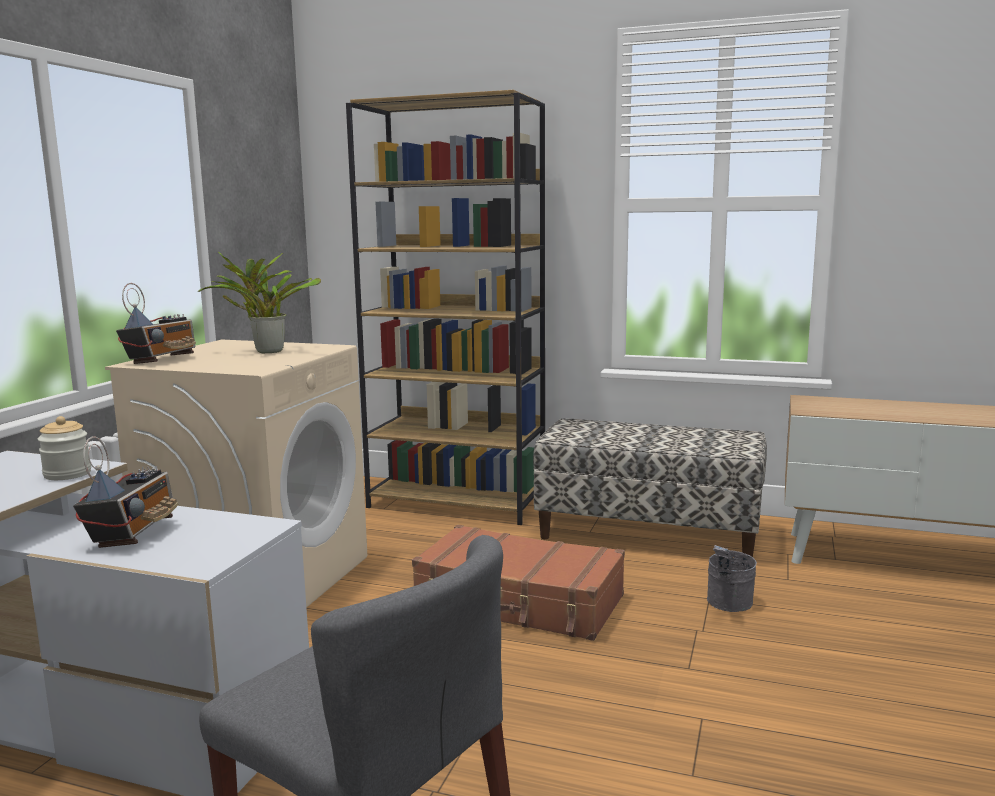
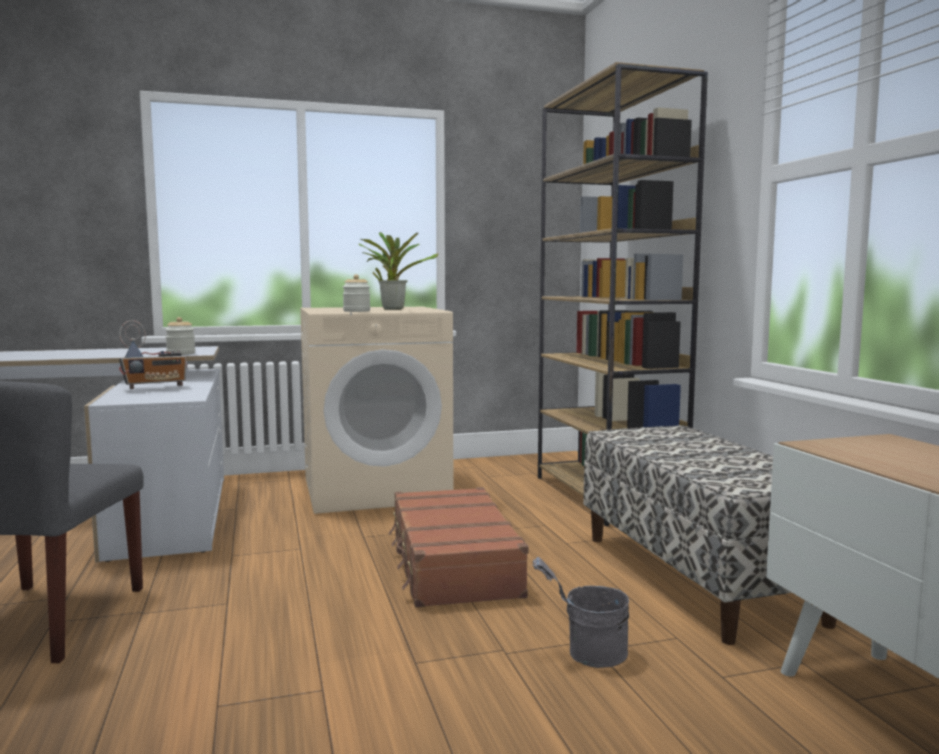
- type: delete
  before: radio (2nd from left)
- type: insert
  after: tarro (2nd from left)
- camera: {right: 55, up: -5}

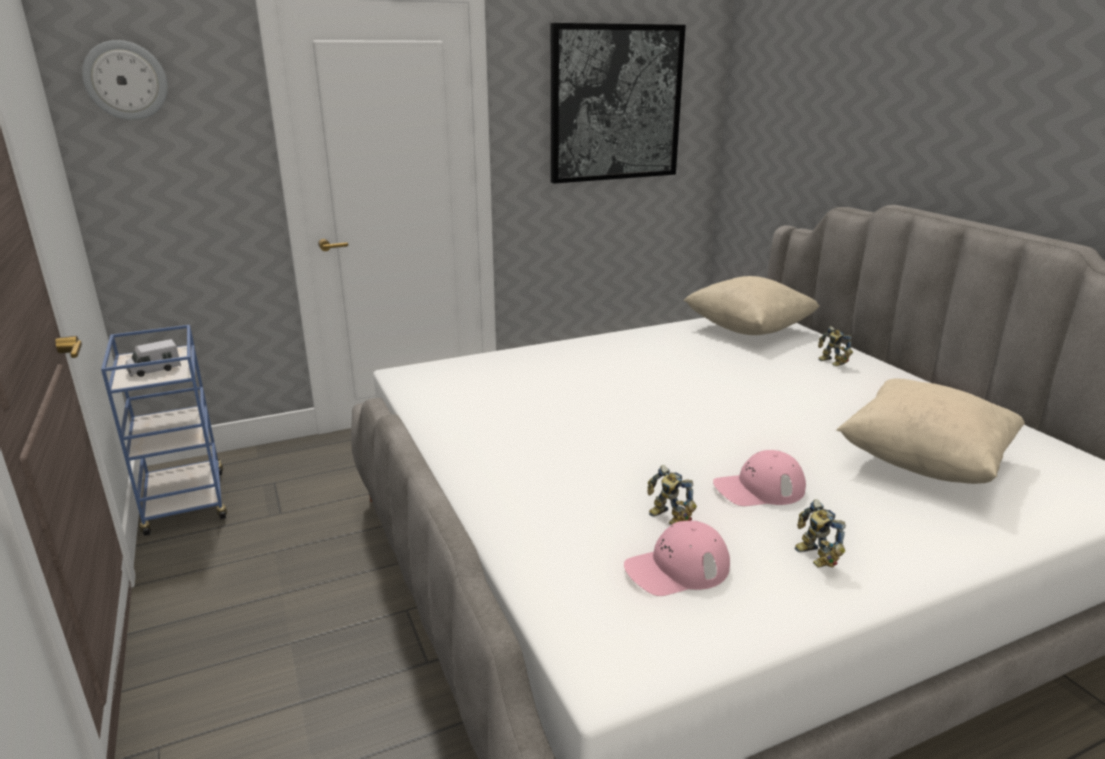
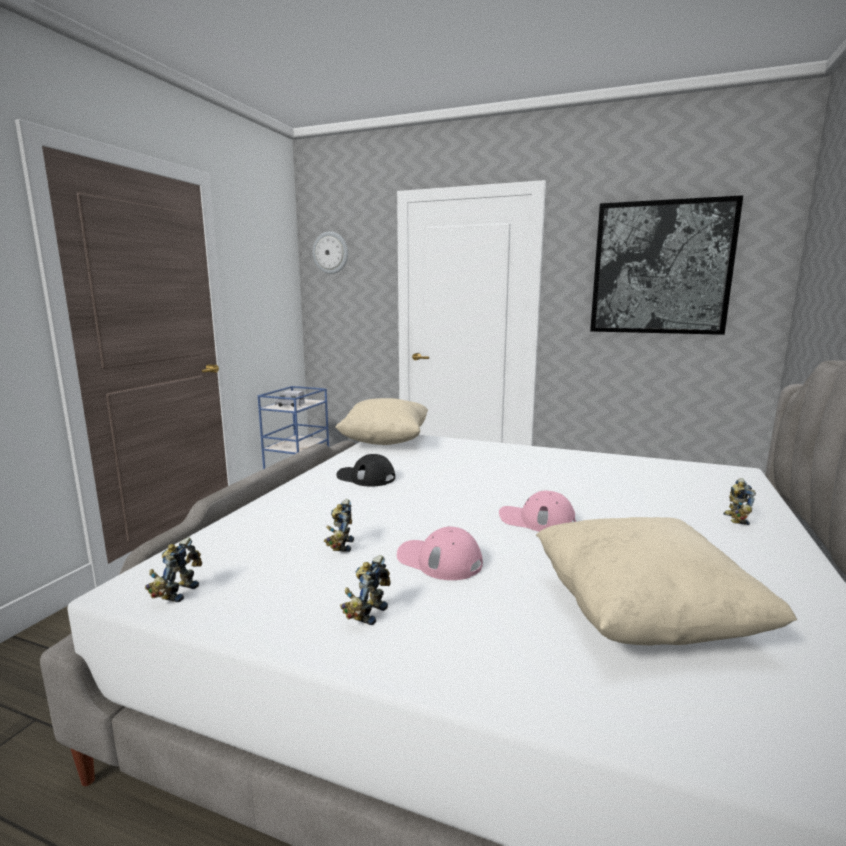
- type: move
  before: cojín/beis (1st from left)
- type: move
  before: gorra/rosa (1st from left in the first image)
  after: gorra/rosa (2nd from left)
- type: insert
  after: gorra/negro
- type: insert
  after: robot de juguete (1st from left)
- camera: {right: 45, up: -10}

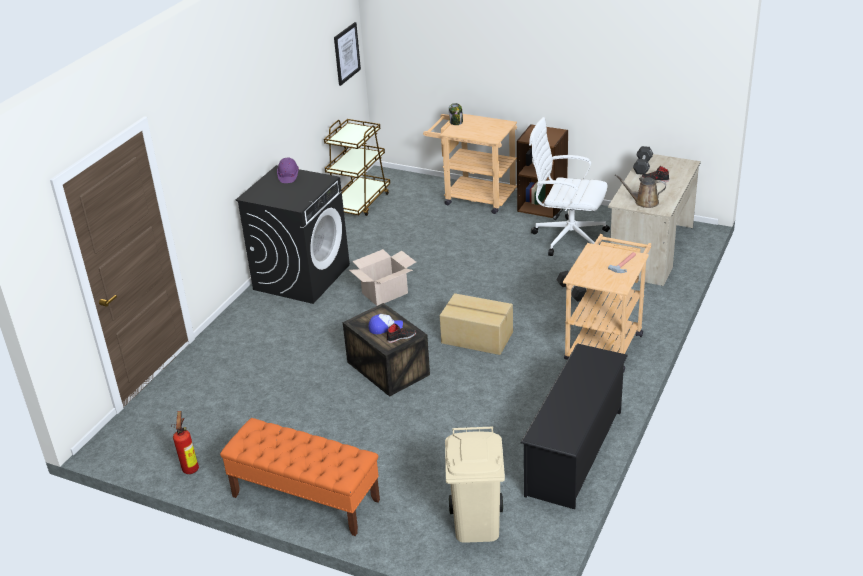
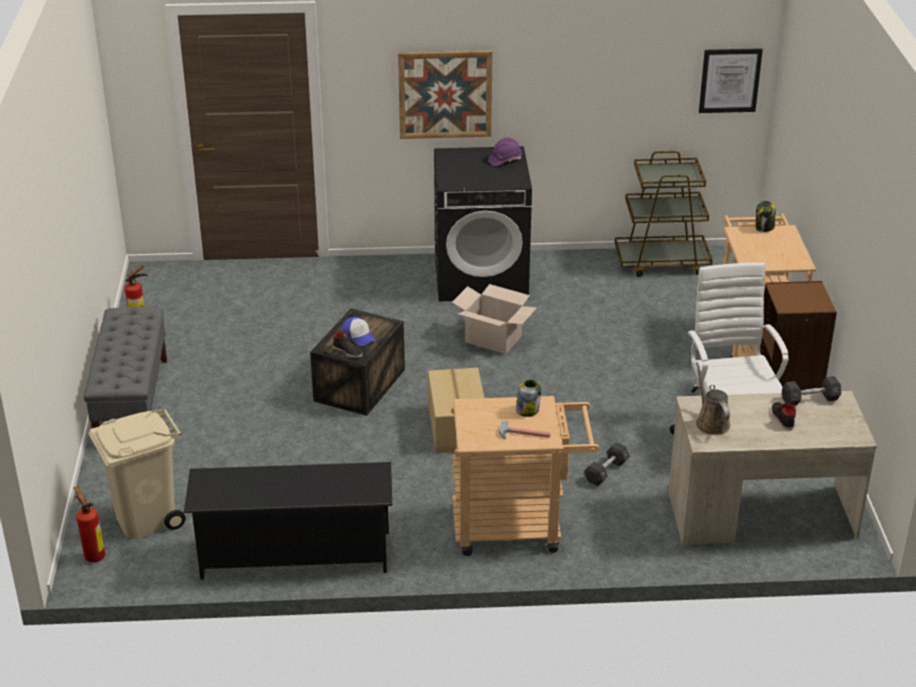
- type: recolor
  before: banco/naranja
  after: banco/gris
- type: insert
  after: cuadro (1st from left)
- type: insert
  after: tarro (1st from left)
- type: insert
  after: extintor (1st from left)
- camera: {right: 60, up: 0}

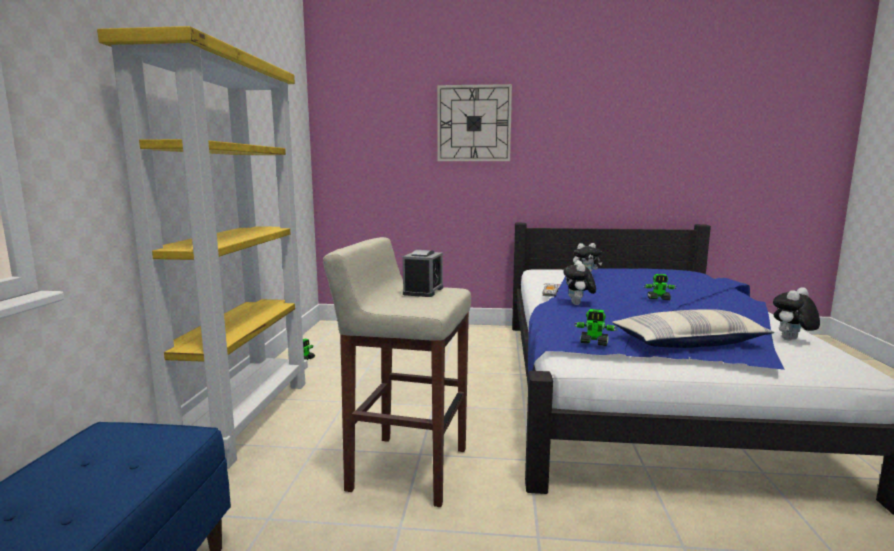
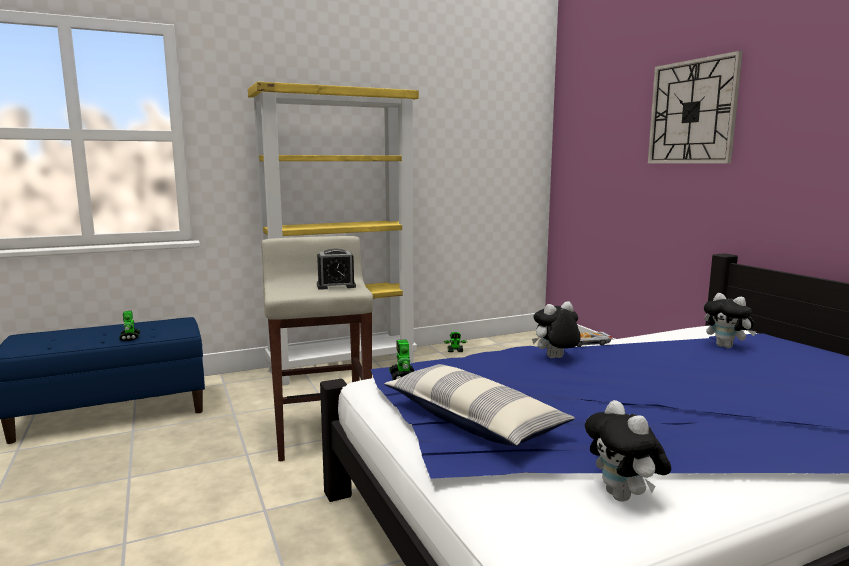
- type: move
  before: robot de juguete (3rd from left in the first image)
  after: robot de juguete (1st from left)
- type: rotate
  before: peluche (3rd from left in the first image)
  turn: -135
- camera: {right: 60, up: 0}

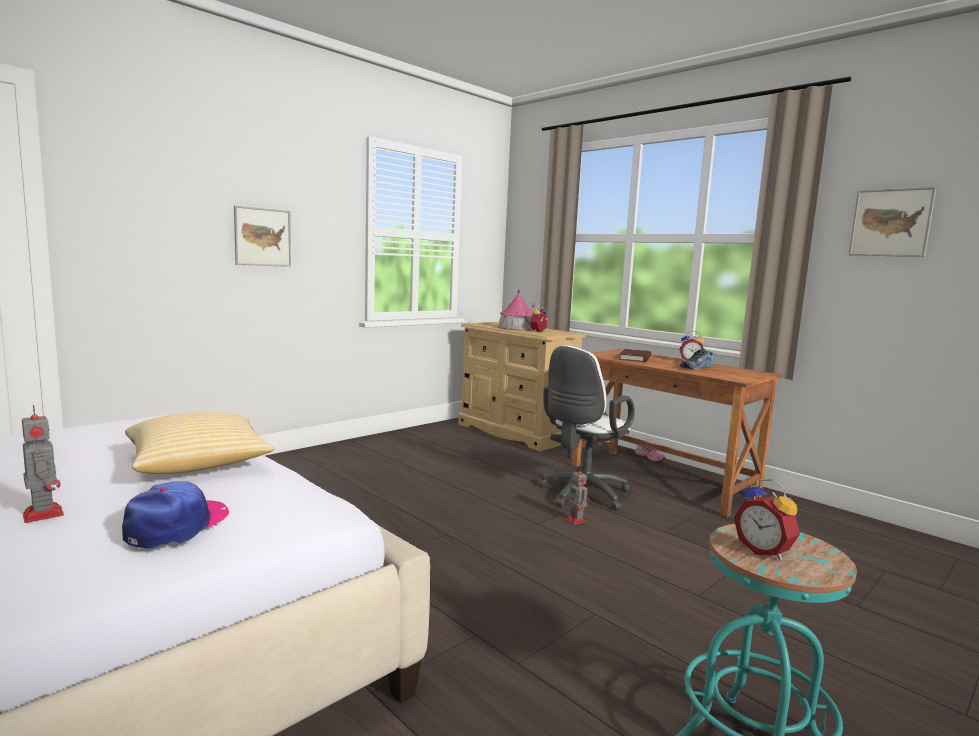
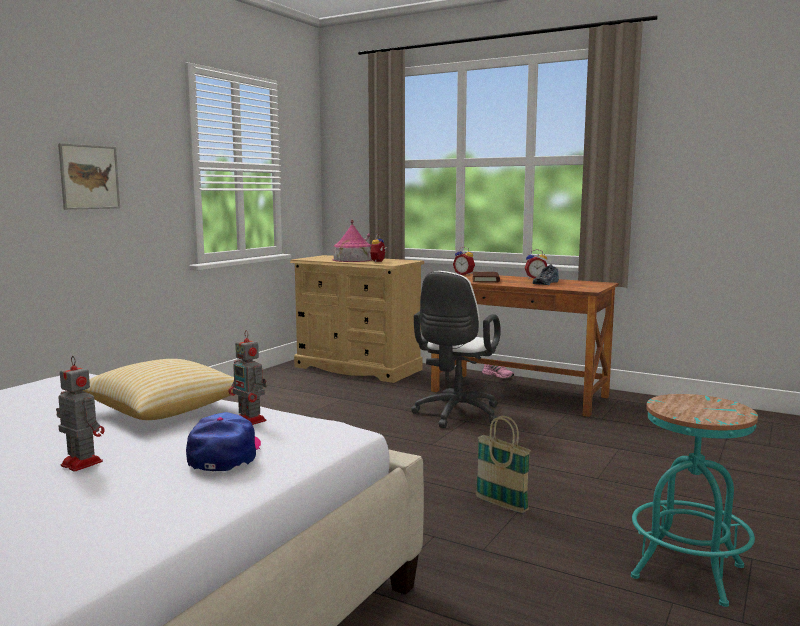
- type: delete
  before: cuadro (2nd from left)
- type: move
  before: robot de juguete (2nd from left)
- type: move
  before: despertador (3rd from left in the first image)
  after: despertador (2nd from left)
- type: insert
  after: cesta
- camera: {right: -15, up: 0}

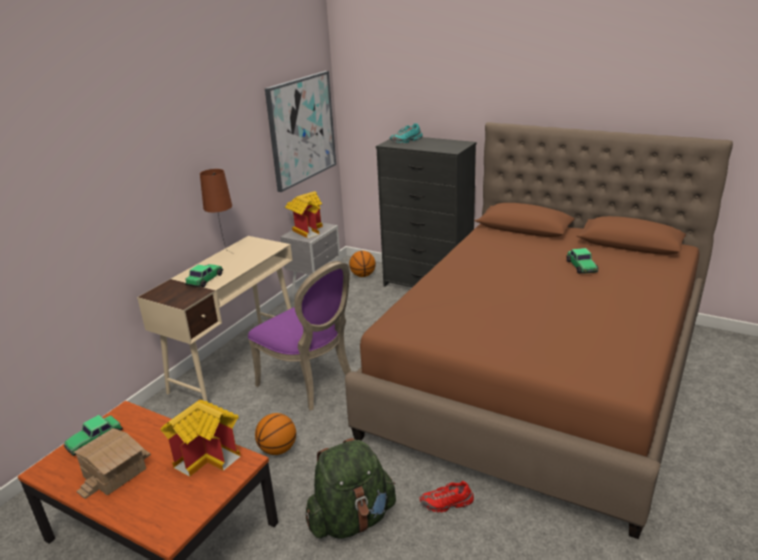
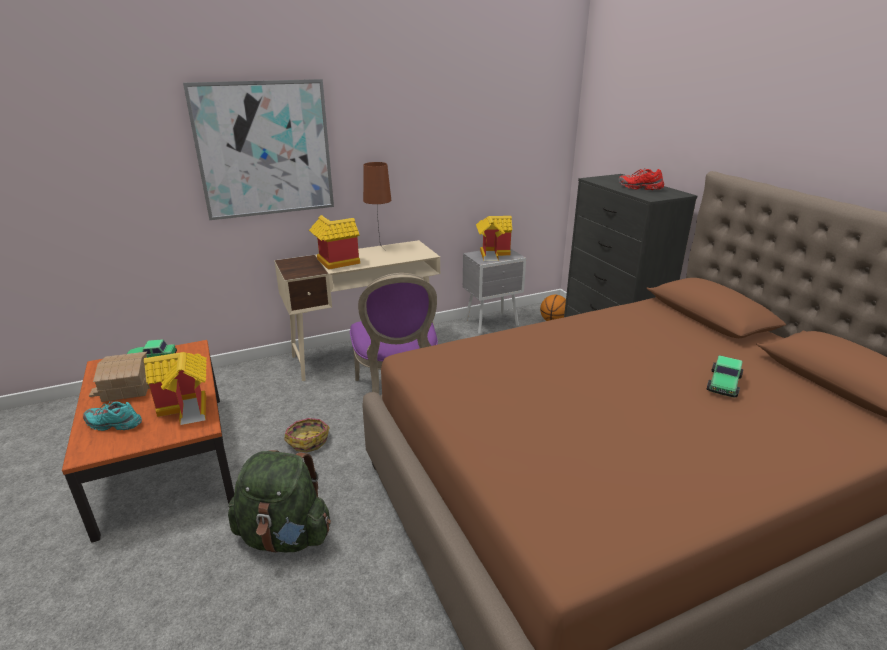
- type: move
  before: cuadro
- type: move
  before: zapato/turquesa
- type: replace
  before: coche de juguete (2nd from left)
  after: casita (3rd from left)
- type: replace
  before: balón de baloncesto (1st from left)
  after: cesta
- type: move
  before: zapato/rojo
- camera: {right: 35, up: 0}

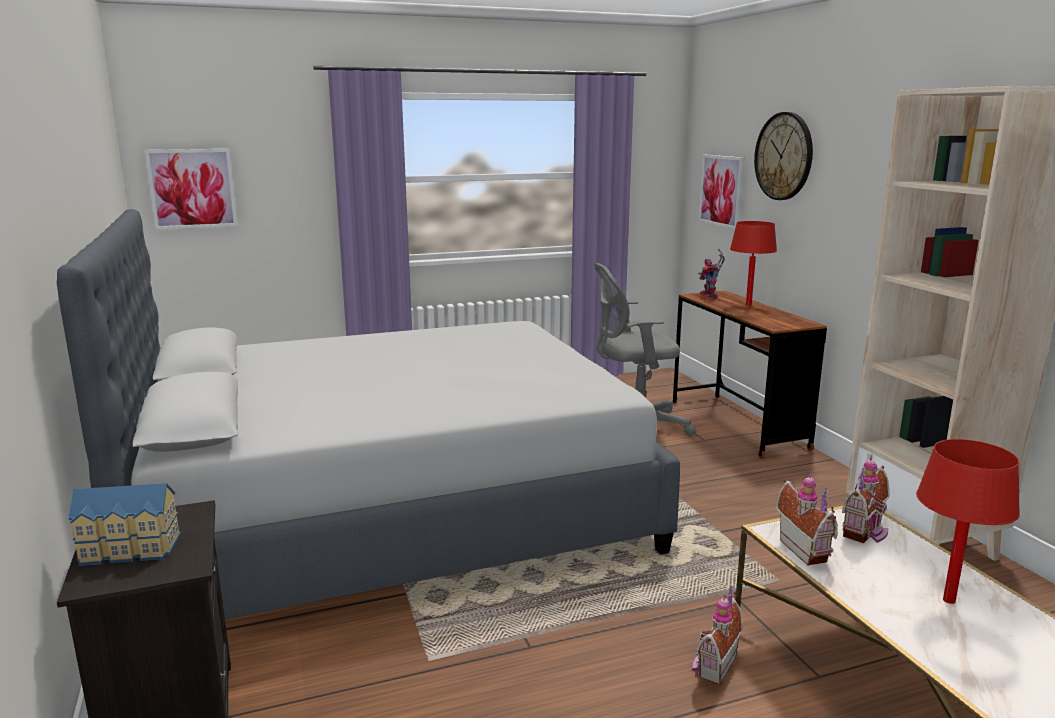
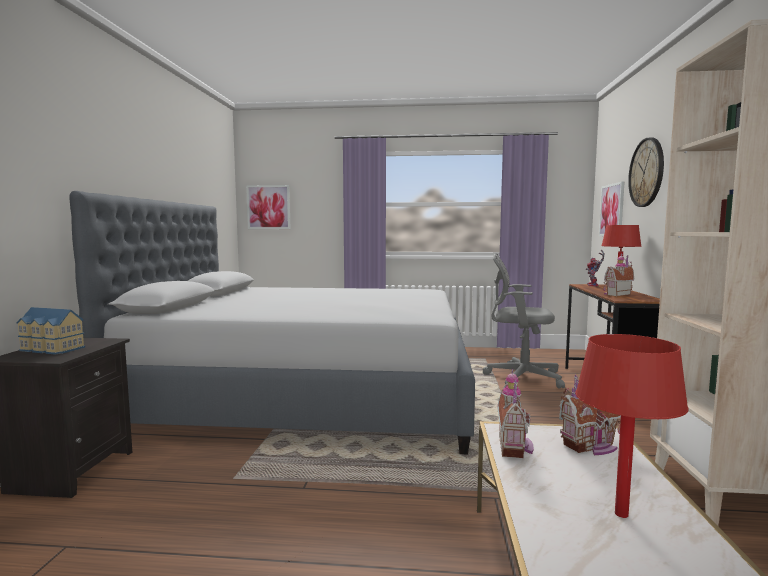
- type: move
  before: casita (2nd from left in the first image)
  after: casita (4th from left)
- camera: {right: 25, up: -10}

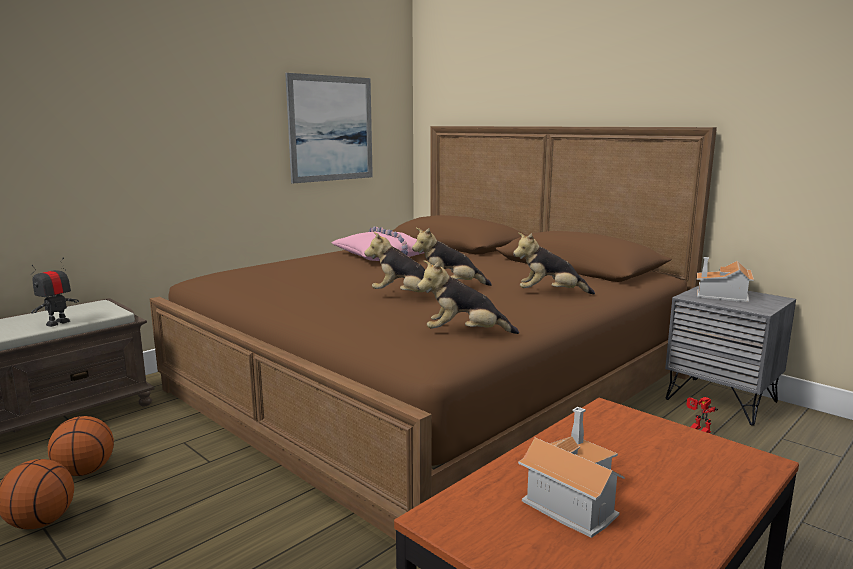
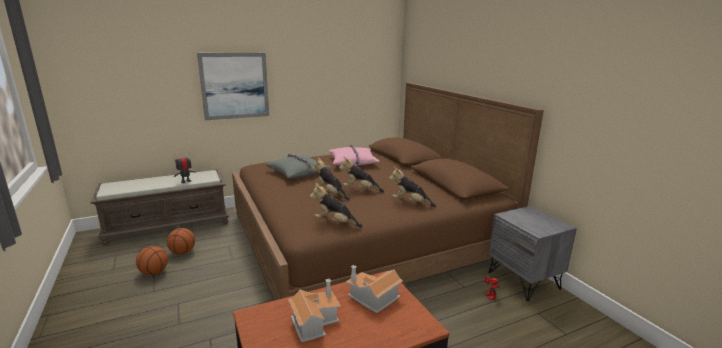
- type: move
  before: cuadro
- type: move
  before: casita (2nd from left)
- type: insert
  after: cojín/gris
- camera: {right: 20, up: 5}

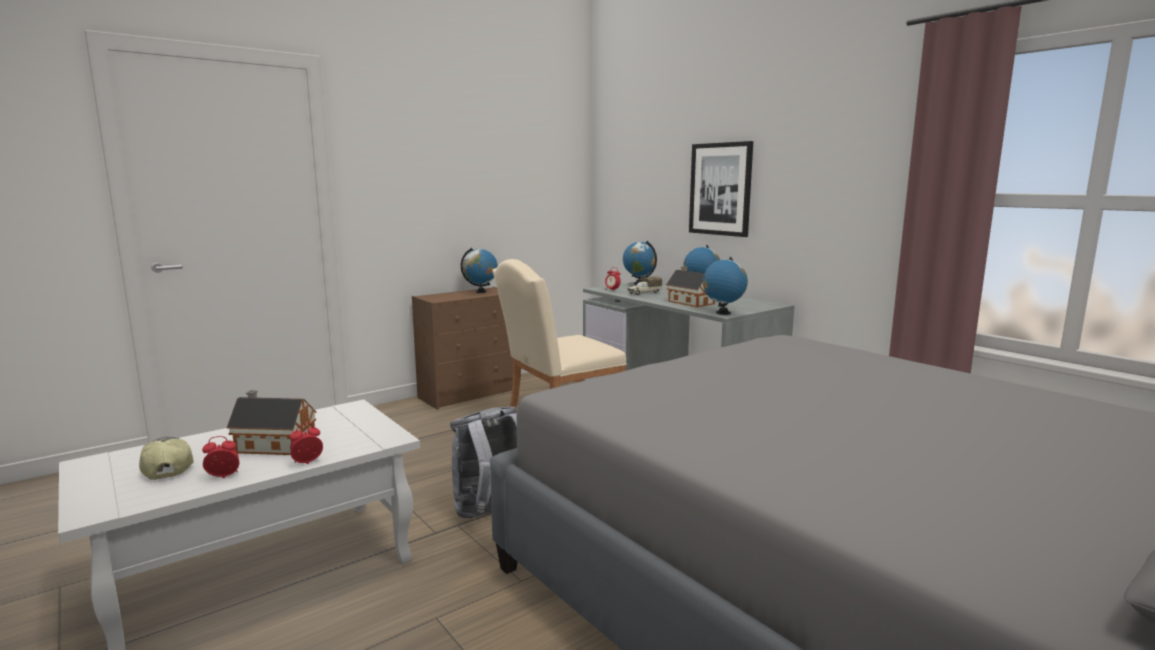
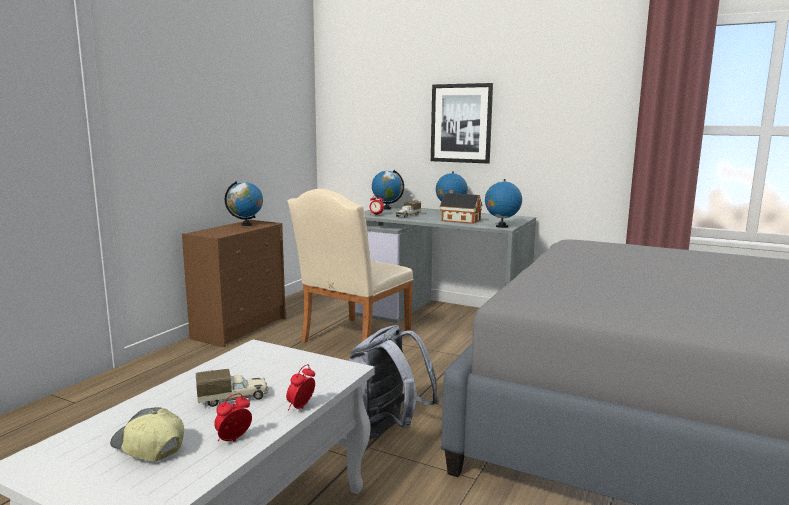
- type: replace
  before: casita (1st from left)
  after: camión de juguete (1st from left)
- camera: {right: -25, up: 0}

